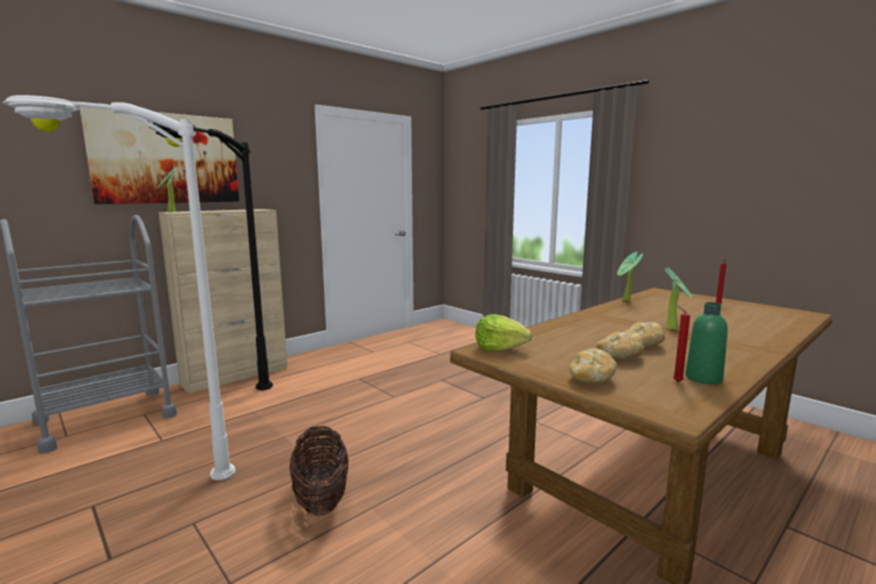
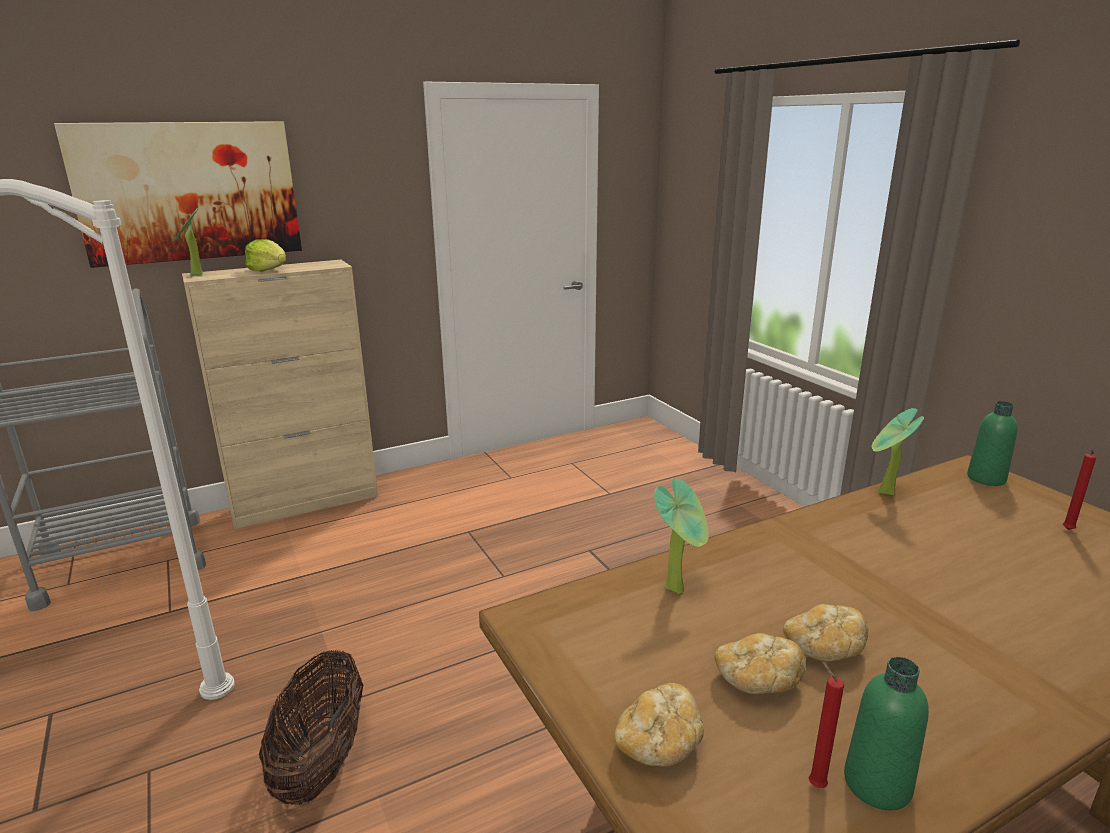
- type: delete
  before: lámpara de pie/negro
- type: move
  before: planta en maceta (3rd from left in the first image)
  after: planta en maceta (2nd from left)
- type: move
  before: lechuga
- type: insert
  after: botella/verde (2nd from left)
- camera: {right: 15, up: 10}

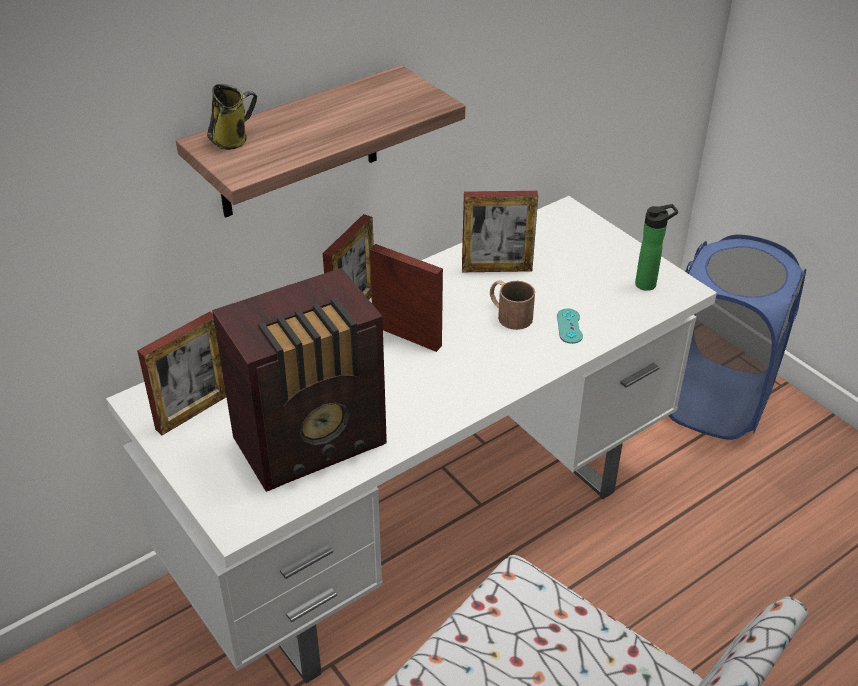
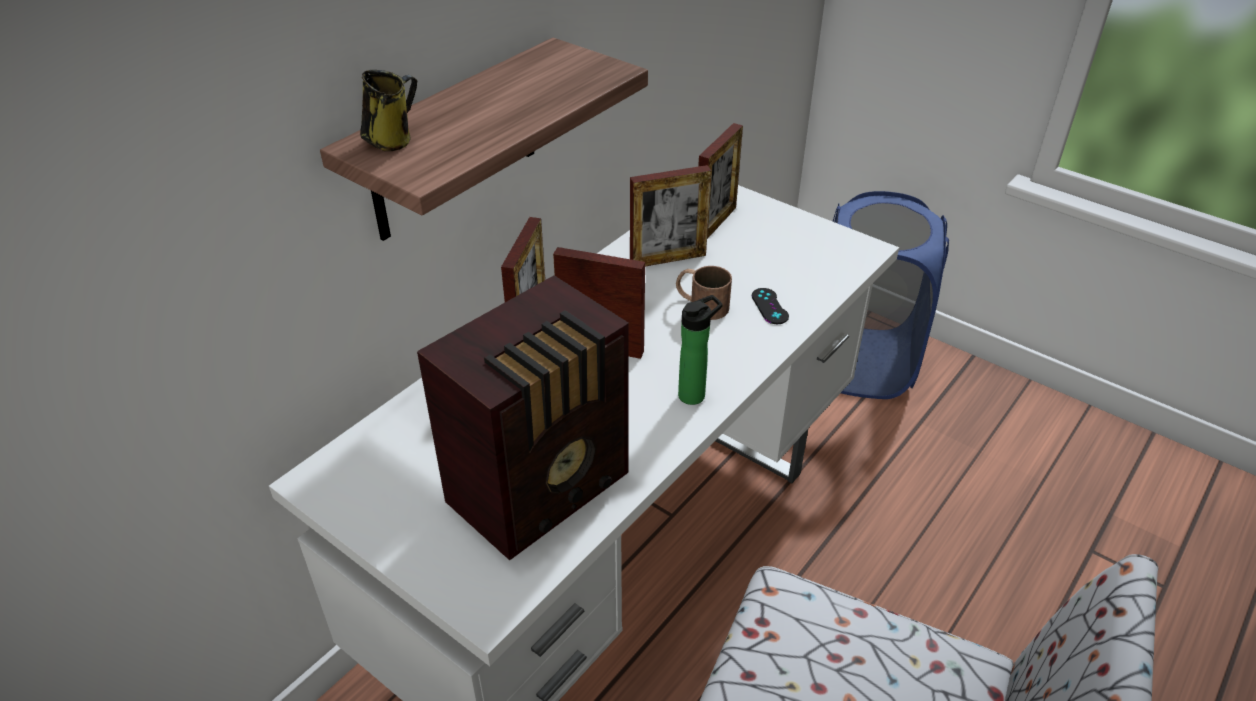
- type: move
  before: botella
- type: recolor
  before: mando de consola/turquesa
  after: mando de consola/negro
- type: move
  before: portarretratos (1st from left in the first image)
  after: portarretratos (4th from left)
- camera: {right: -15, up: 0}

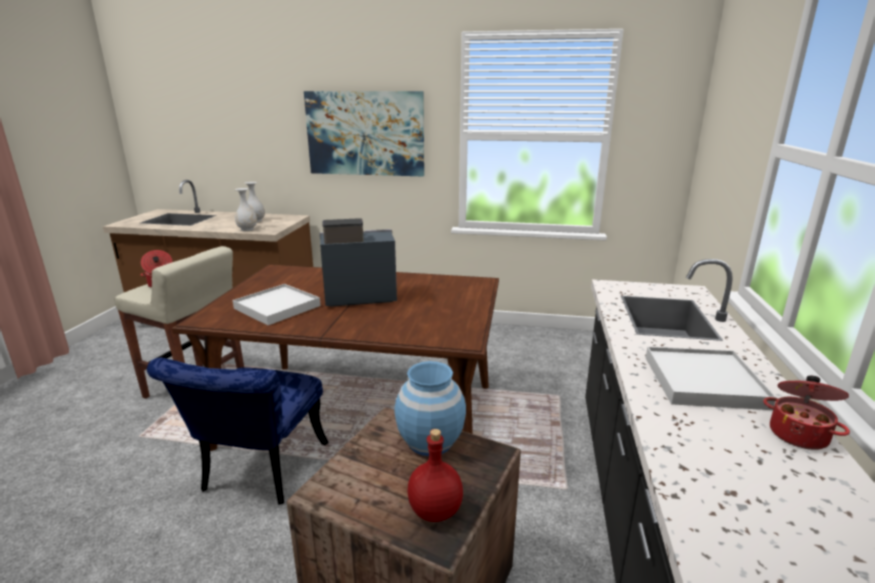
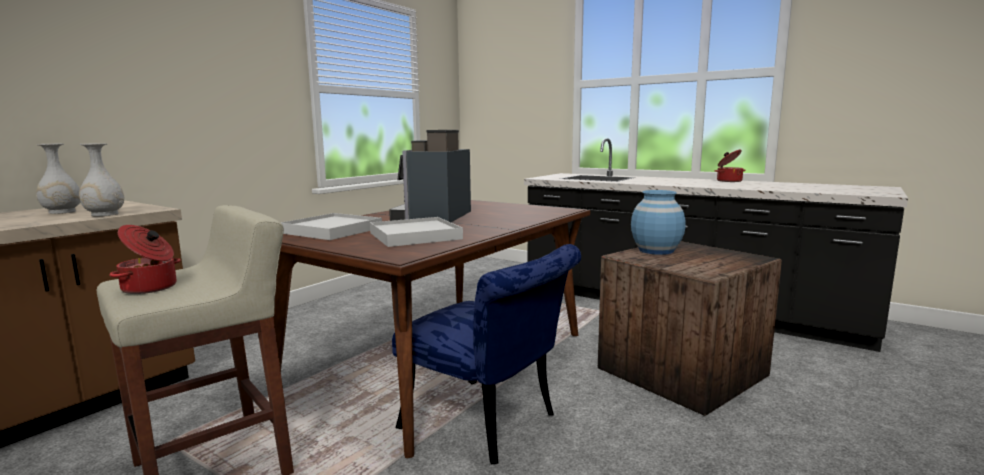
- type: delete
  before: cuadro
- type: move
  before: bandeja/blanco (2nd from left in the first image)
  after: bandeja/blanco (1st from left)
- type: delete
  before: botella/rojo
- camera: {right: -65, up: -10}

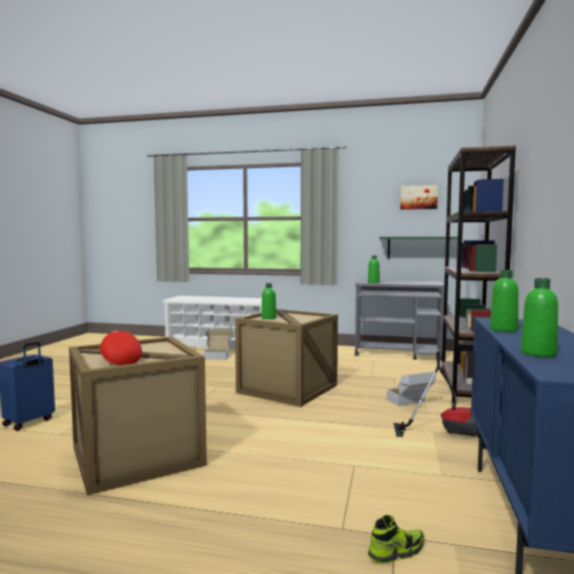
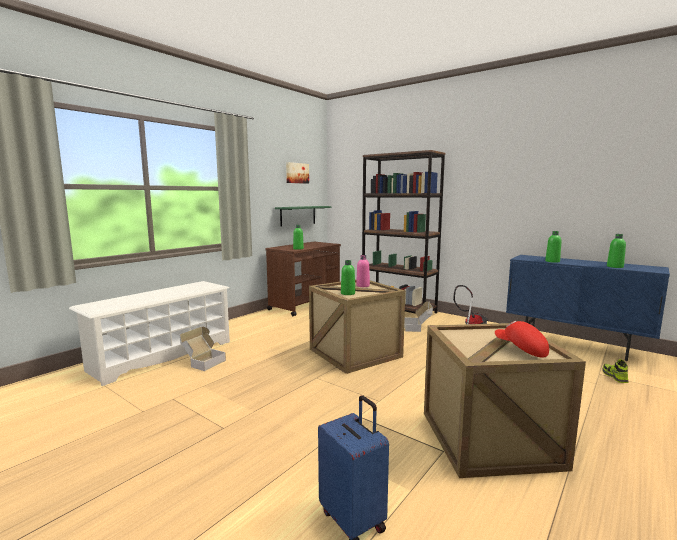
- type: recolor
  before: carrito/gris
  after: carrito/marrón
- type: rotate
  before: gorra/rojo
  turn: 60
- type: insert
  after: botella/rosa
- camera: {right: -65, up: 5}

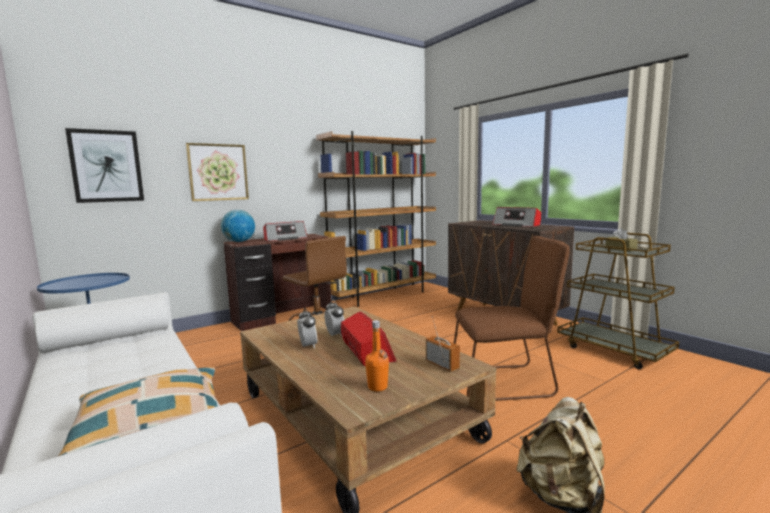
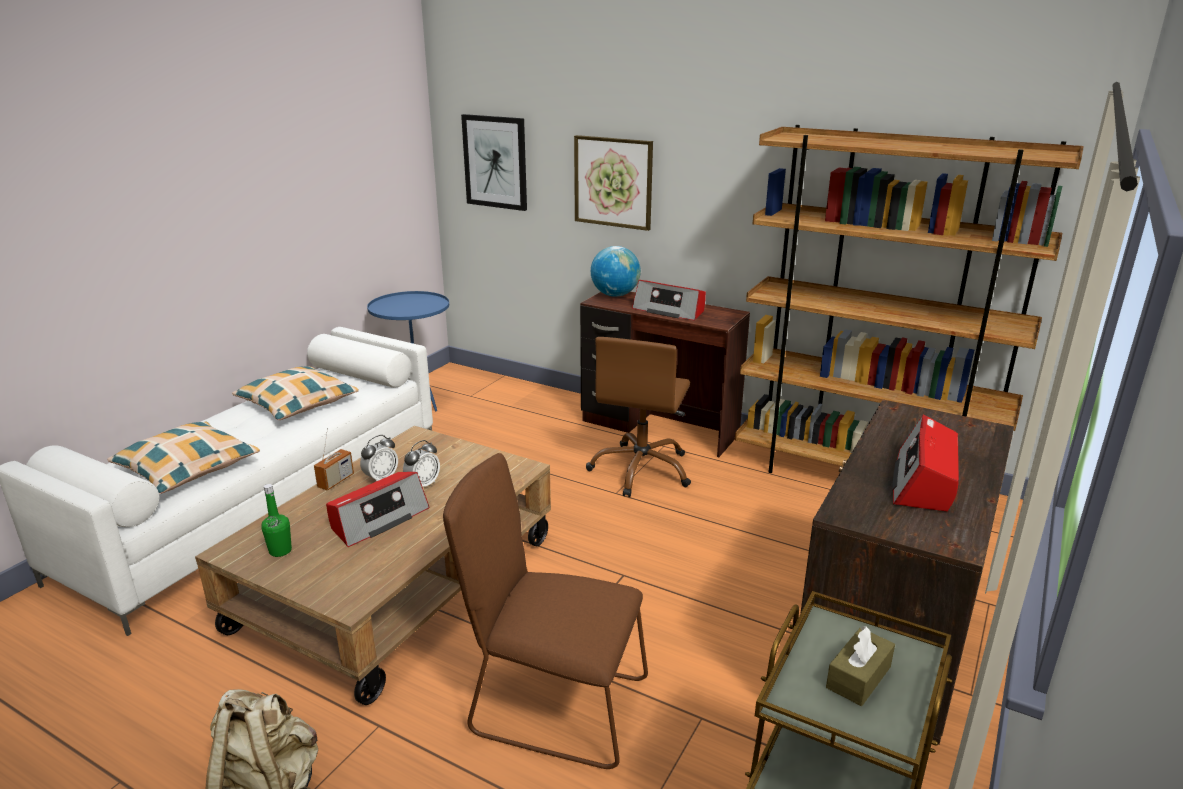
- type: rotate
  before: silla/marrón
  turn: 135
- type: move
  before: radio (3rd from left in the first image)
  after: radio (1st from left)
- type: recolor
  before: botella/naranja
  after: botella/verde
- type: insert
  after: cojín (2nd from left)
- camera: {right: 65, up: 15}

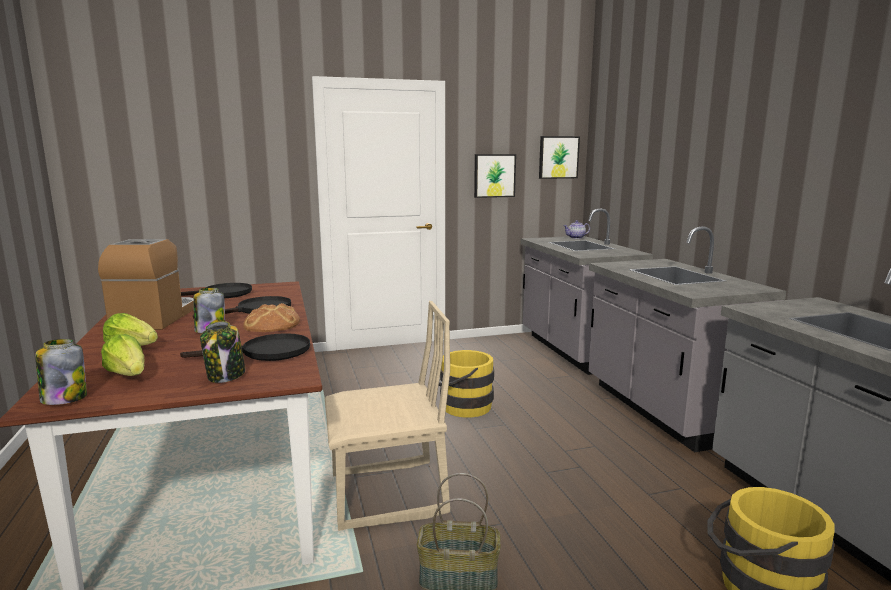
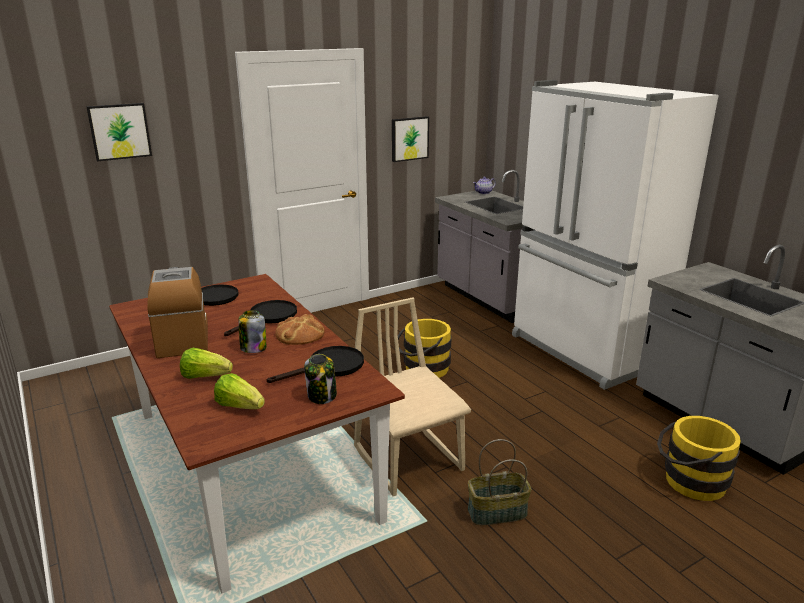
- type: move
  before: cuadro (2nd from left in the first image)
  after: cuadro (1st from left)
- type: replace
  before: mueble bajo de cocina/gris (2nd from left)
  after: nevera/blanco
- type: rotate
  before: silla/beis
  turn: -90
- type: delete
  before: tarro (1st from left)
- camera: {right: -15, up: 10}

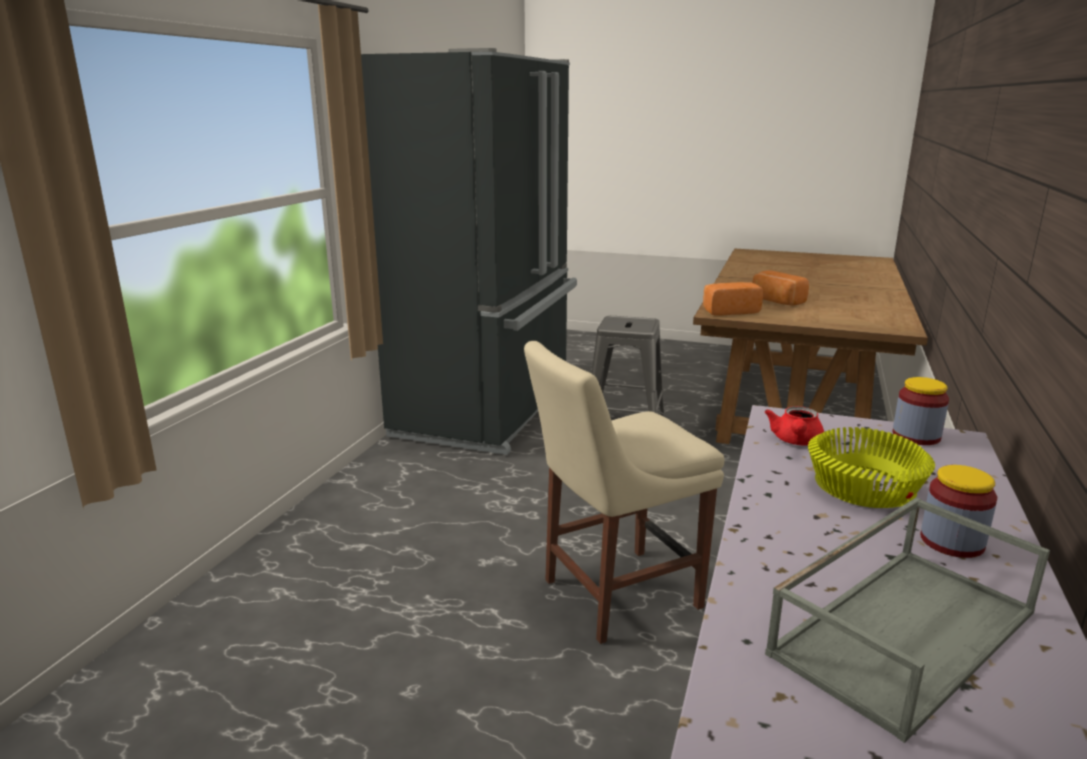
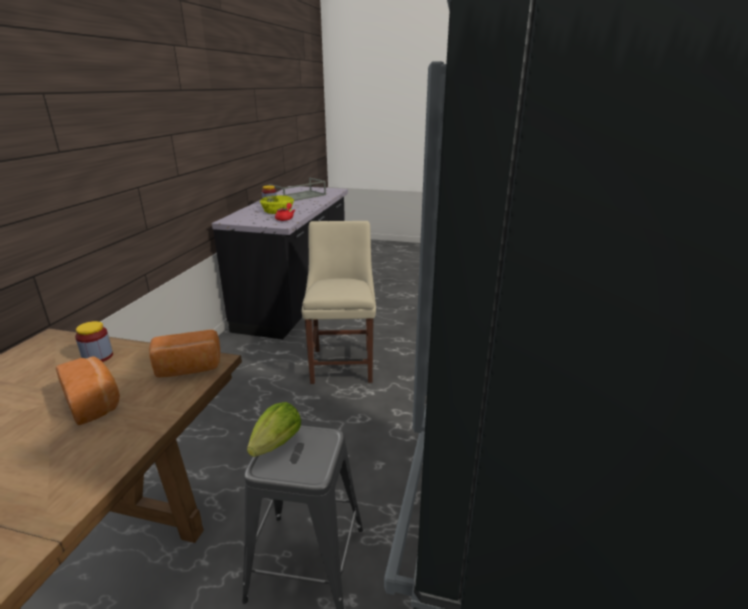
- type: rotate
  before: silla/beis
  turn: -60
- type: move
  before: tarro (1st from left)
- type: insert
  after: lechuga
- camera: {right: 175, up: 5}

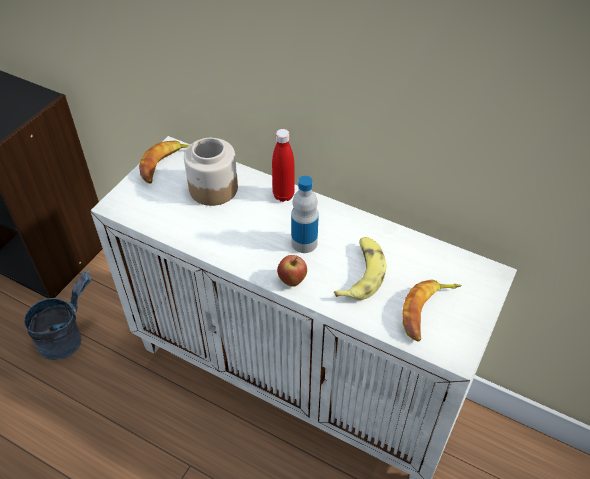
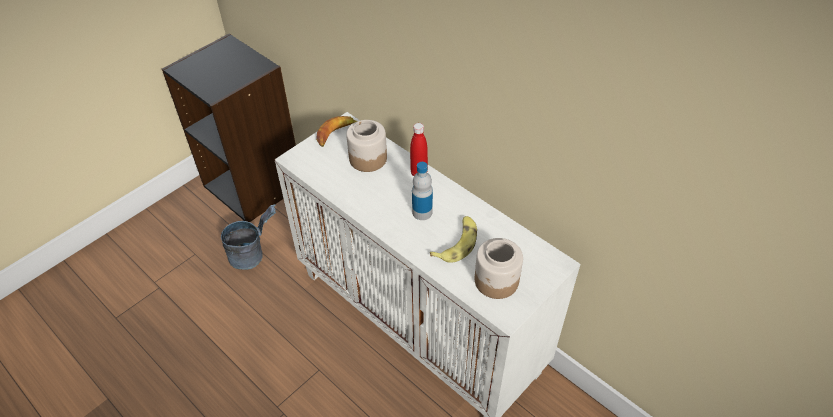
- type: delete
  before: manzana
- type: replace
  before: plátano (3rd from left)
  after: tarro (2nd from left)
- camera: {right: 15, up: 0}

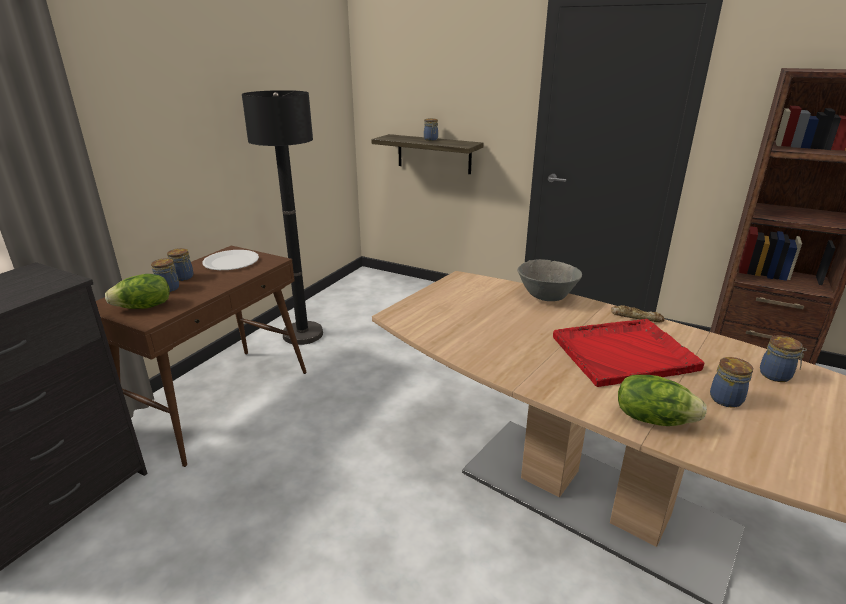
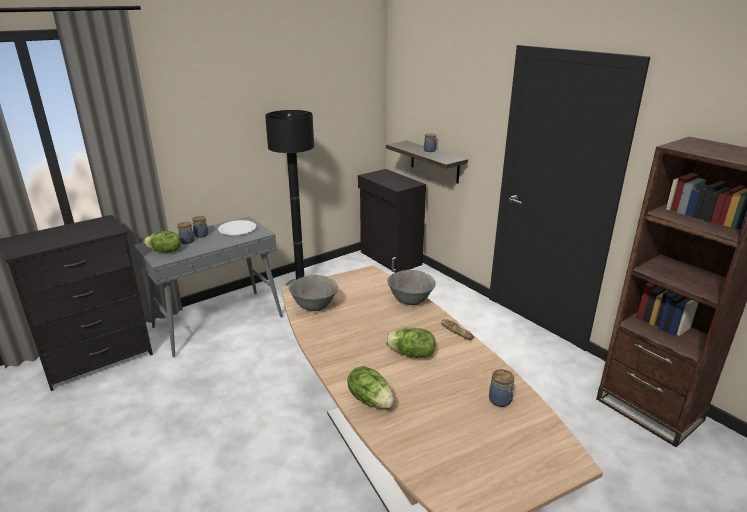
- type: recolor
  before: mesa consola/marrón
  after: mesa consola/gris
- type: replace
  before: bandeja/rojo
  after: lechuga (3rd from left)
- type: delete
  before: tarro (4th from left)
- type: insert
  after: armario/negro
- type: insert
  after: cuenco/gris (1st from left)
- camera: {right: 25, up: 0}

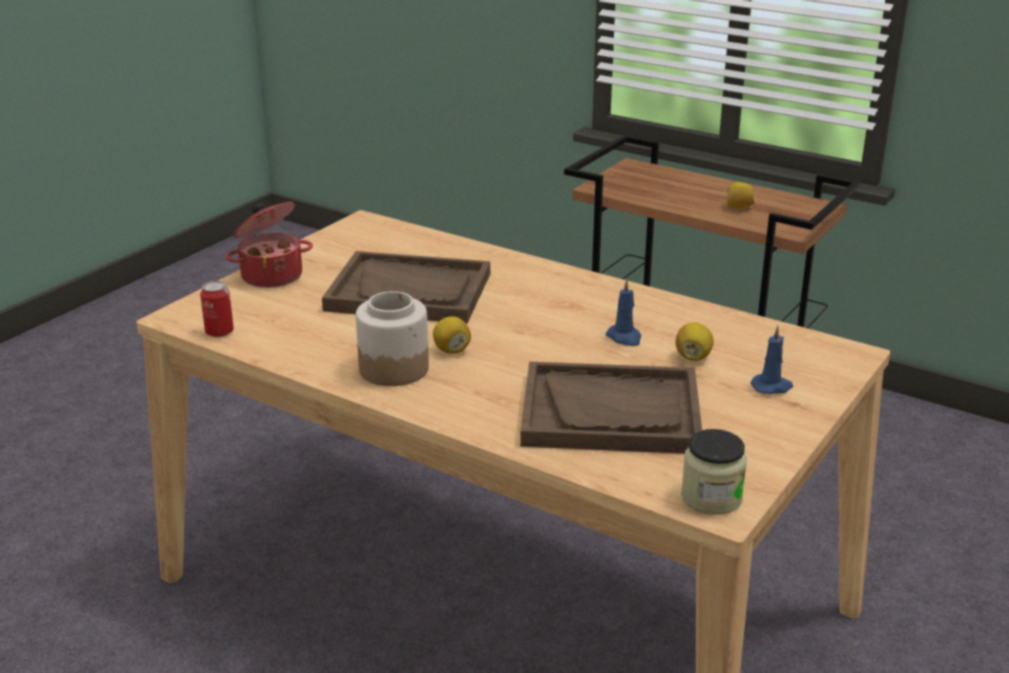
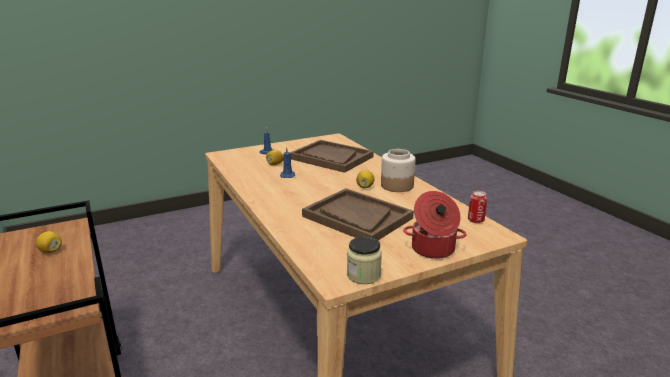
- type: move
  before: tarro (2nd from left in the first image)
  after: tarro (1st from left)
- camera: {right: -150, up: -5}

